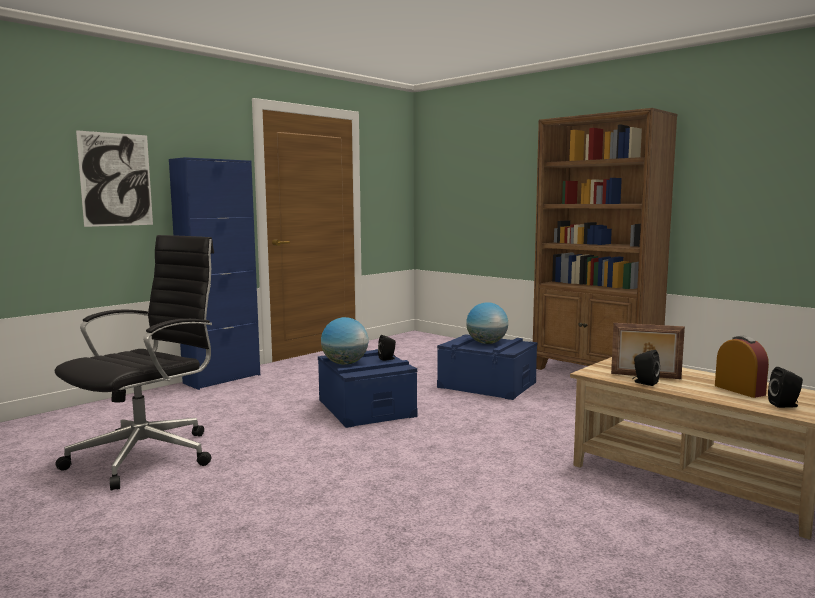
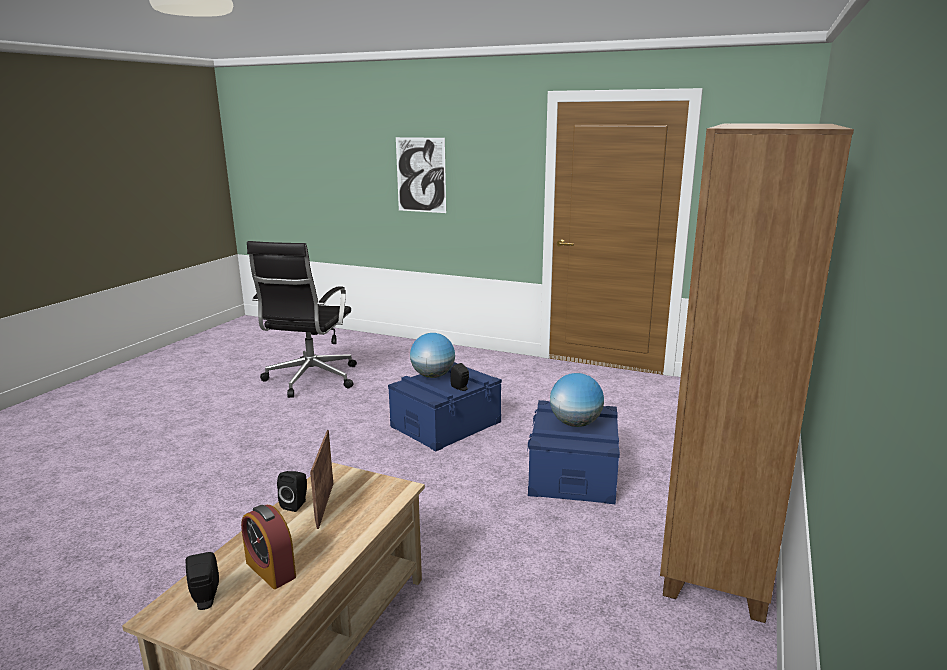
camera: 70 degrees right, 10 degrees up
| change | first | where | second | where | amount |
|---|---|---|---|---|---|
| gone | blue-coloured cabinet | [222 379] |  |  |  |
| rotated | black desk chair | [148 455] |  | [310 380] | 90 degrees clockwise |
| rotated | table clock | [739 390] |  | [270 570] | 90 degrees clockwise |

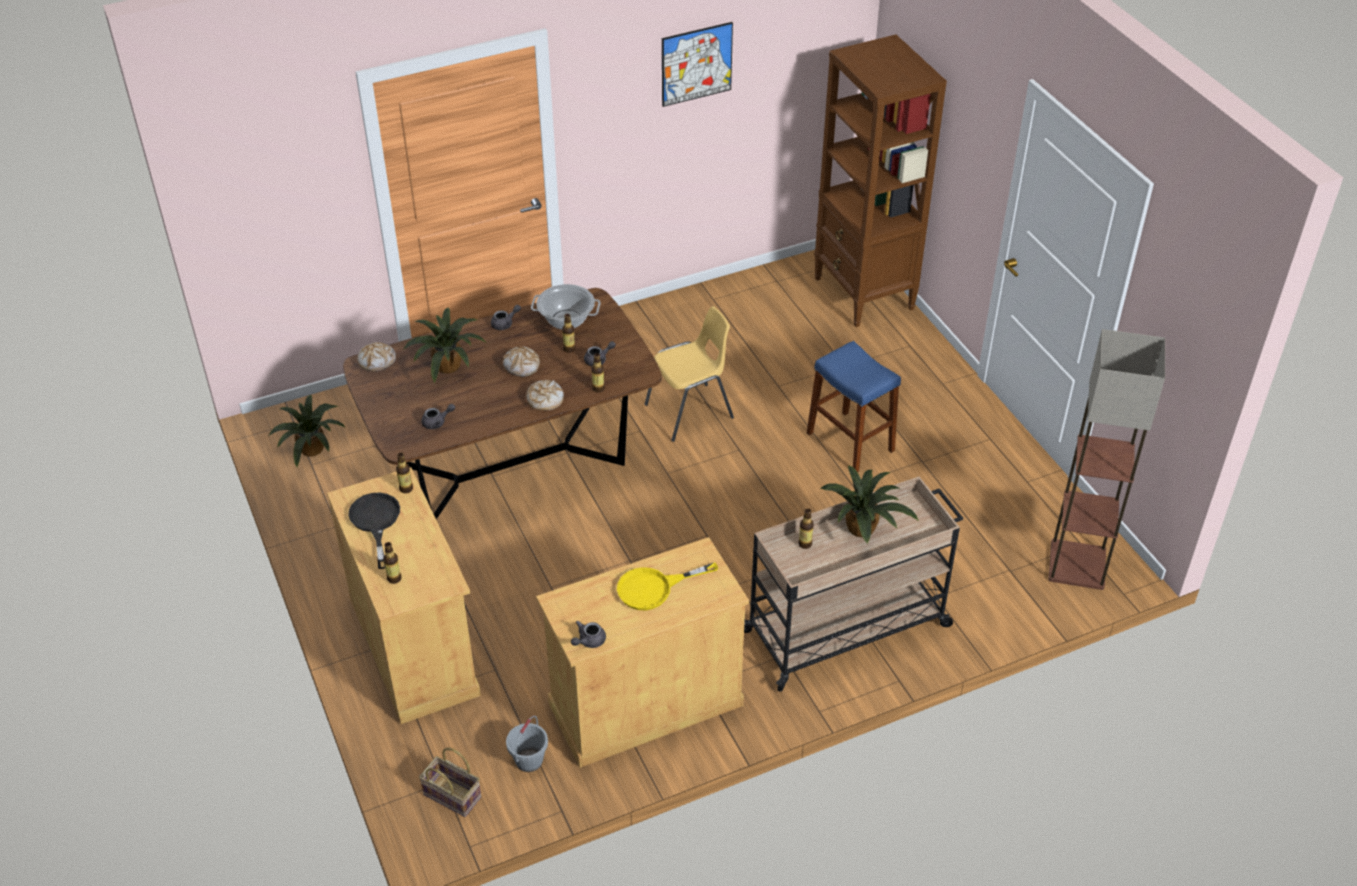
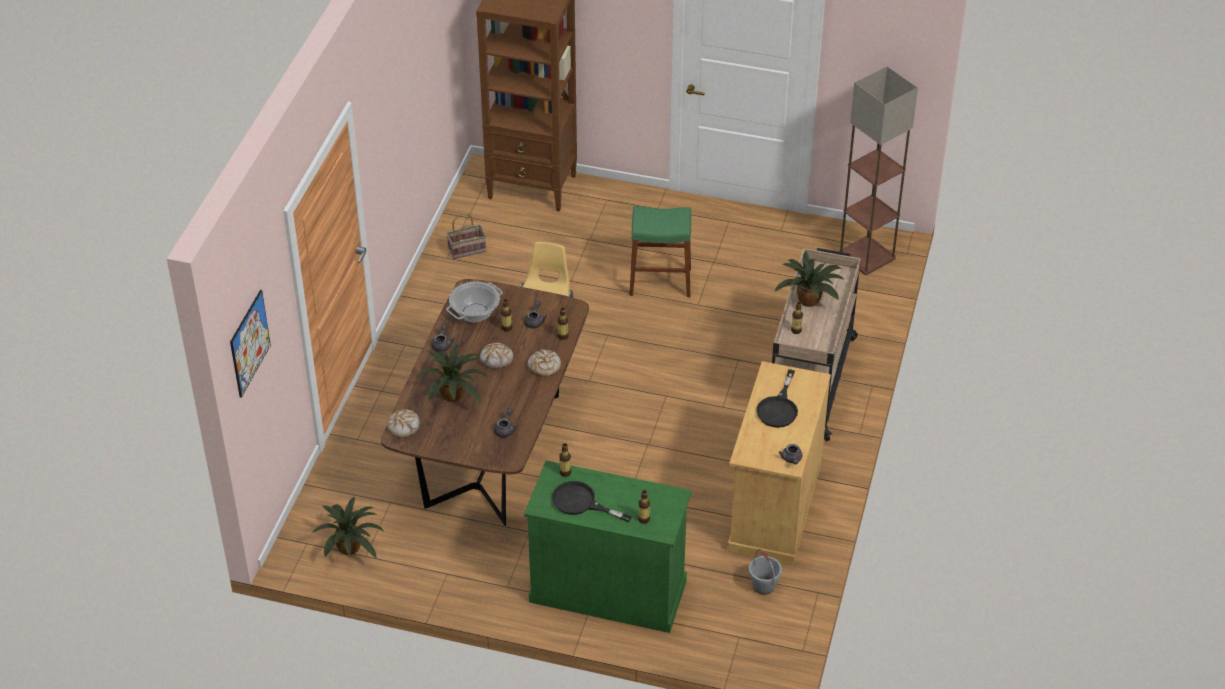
camera: 50 degrees left, 0 degrees up
| change | first | where | second | where | amount |
|---|---|---|---|---|---|
| shifted | wall picture | [696 64] |  | [249 343] |  |
| repainted | blue-coloured stool seat | [850 442] | greenish stool seat | [660 281] |  |
| repainted | beige-coloured cabinet | [414 646] | greenish cabinet | [608 591] |  |
| repainted | yellow pan | [654 588] | black pan | [779 408] |  |
| shifted | basket | [454 795] |  | [467 249] |  |

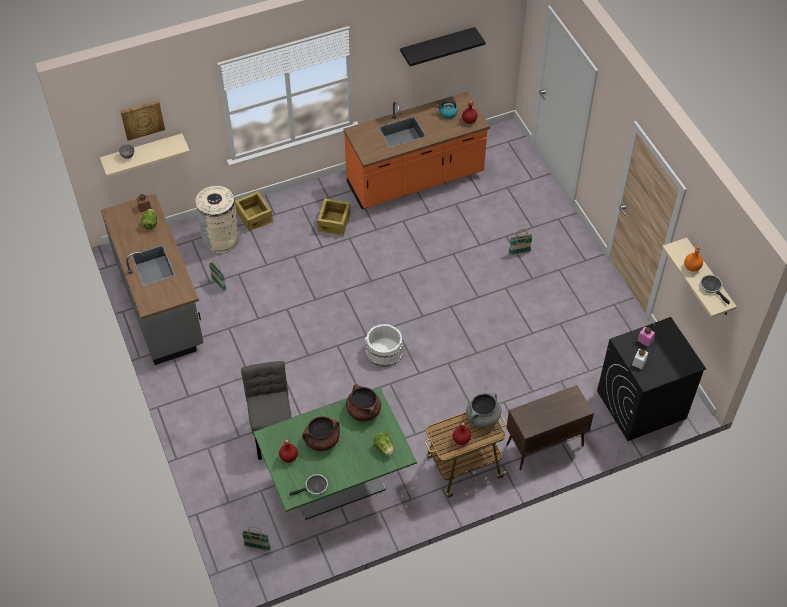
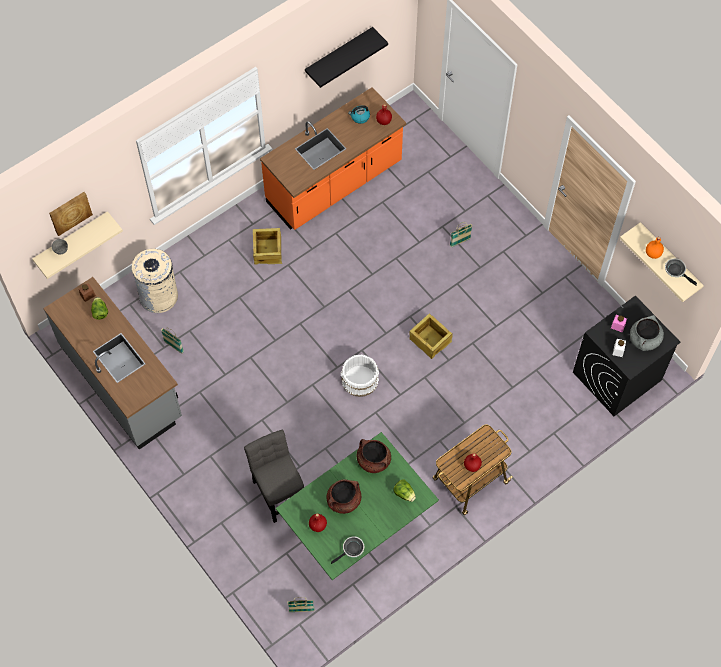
camera: 15 degrees left, 10 degrees up
| change | first | where | second | where | amount |
|---|---|---|---|---|---|
| shifted | shipping crate | [254 216] |  | [430 339] |  |
| gone | brown-coloured cabinet | [544 446] |  |  |  |
| shifted | gray cooking pot | [482 418] |  | [644 339] |  |

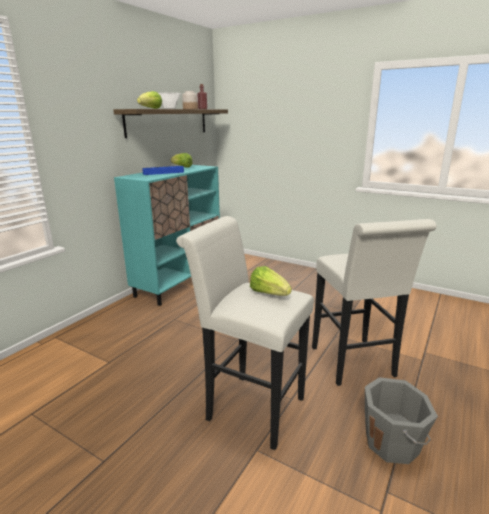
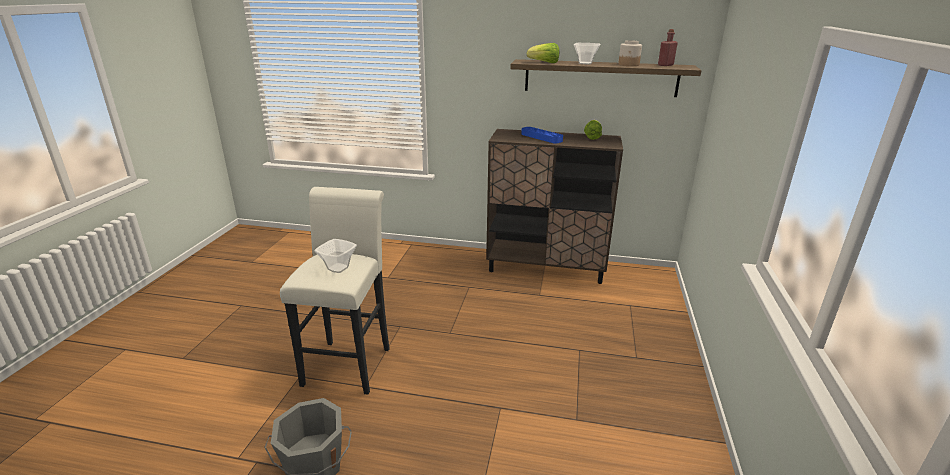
camera: 70 degrees right, 5 degrees up
| change | first | where | second | where | amount |
|---|---|---|---|---|---|
| repainted | turquoise-coloured cabinet | [179 283] | brown-coloured cabinet | [546 268] |  |
| gone | whitish stool seat | [355 365] |  |  |  |
| swapped | lettuce | [269 293] | serving bowl | [339 268] |  |

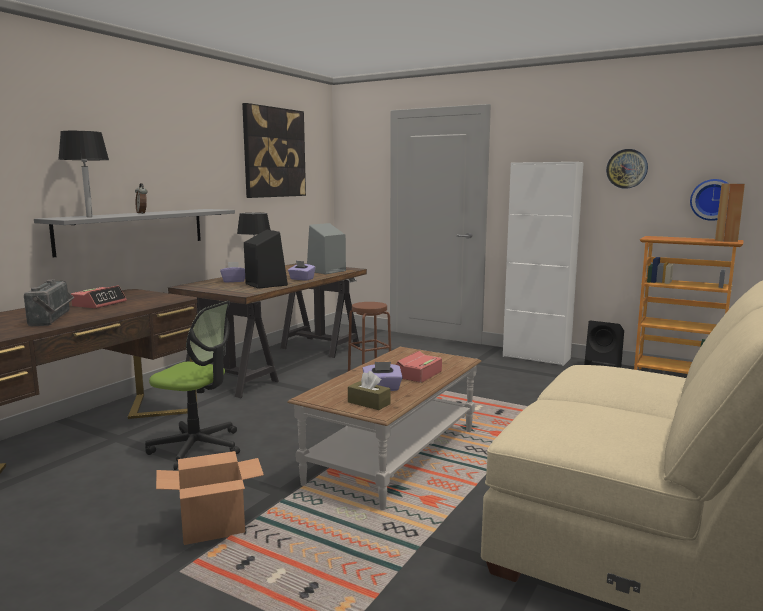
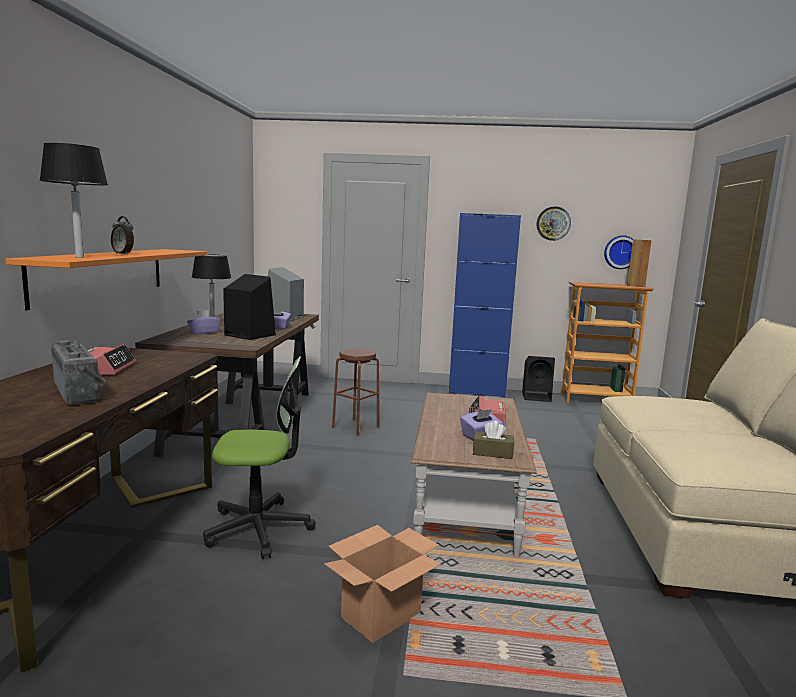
camera: 25 degrees left, 0 degrees up
| change | first | where | second | where | amount |
|---|---|---|---|---|---|
| gone | wall picture | [274 152] |  |  |  |
| repainted | whitish cabinet | [536 357] | blue-coloured cabinet | [476 392] |  |
| repainted | gray bracket shelf | [133 230] | orange-coloured bracket shelf | [102 274] |  |

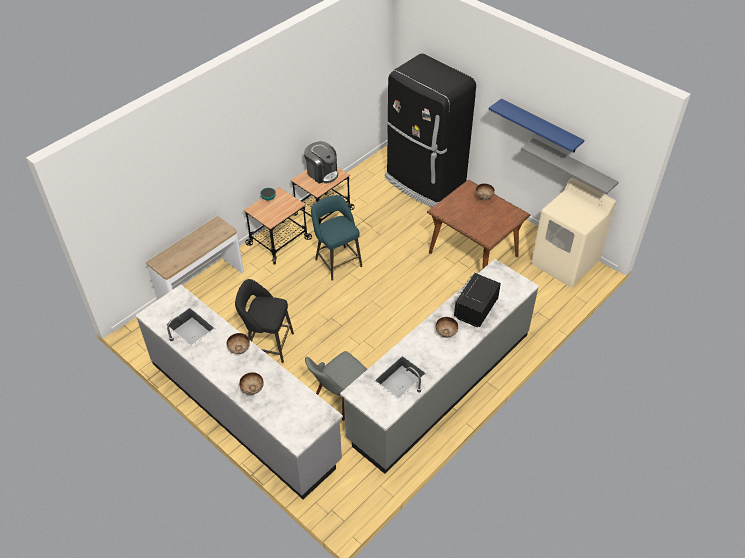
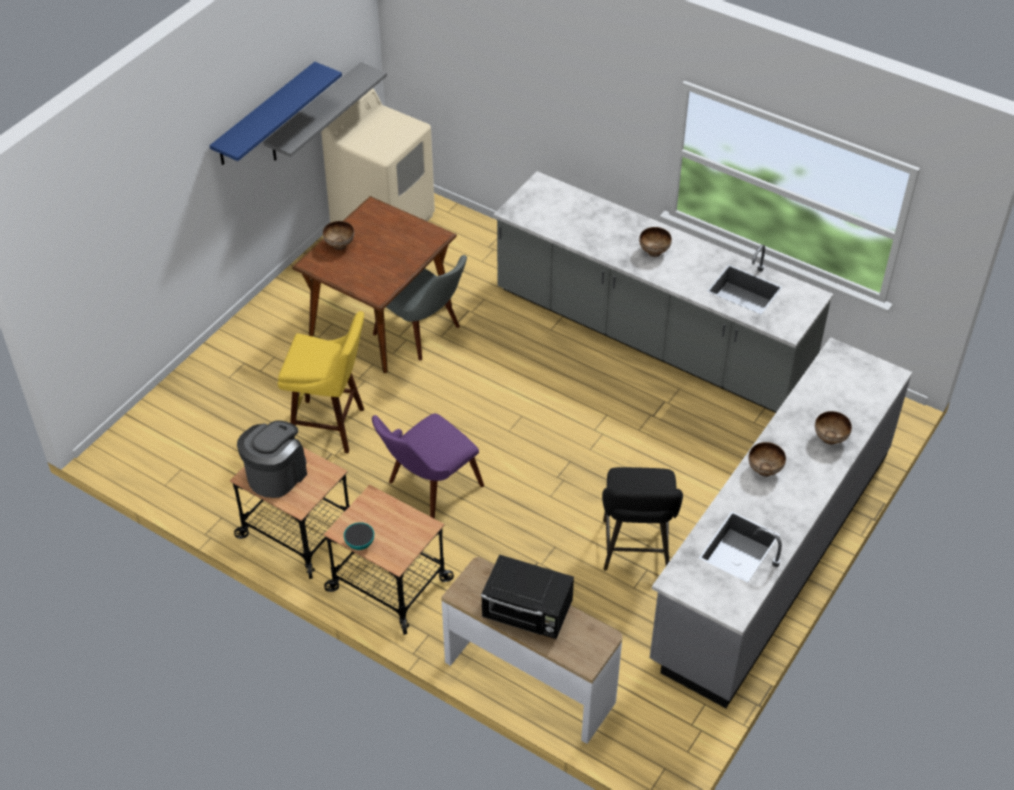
camera: 100 degrees left, 0 degrees up
| change | first | where | second | where | amount |
|---|---|---|---|---|---|
| gone | black refrigerator | [424 183] |  |  |  |
| swapped | turquoise-coloured stool seat | [337 261] | purple-coloured chair | [426 489] |  |
| shifted | black microwave | [475 310] |  | [528 613] |  |
| shifted | gray chair | [340 399] |  | [425 334] |  |
| new |  |  | yellow stool seat | [331 427] |  |

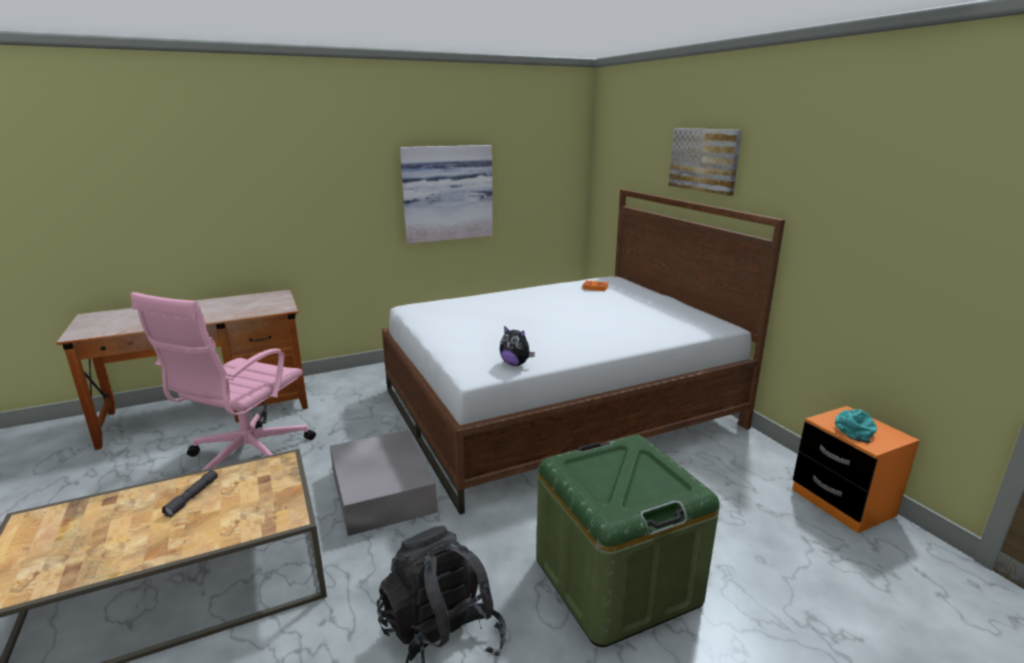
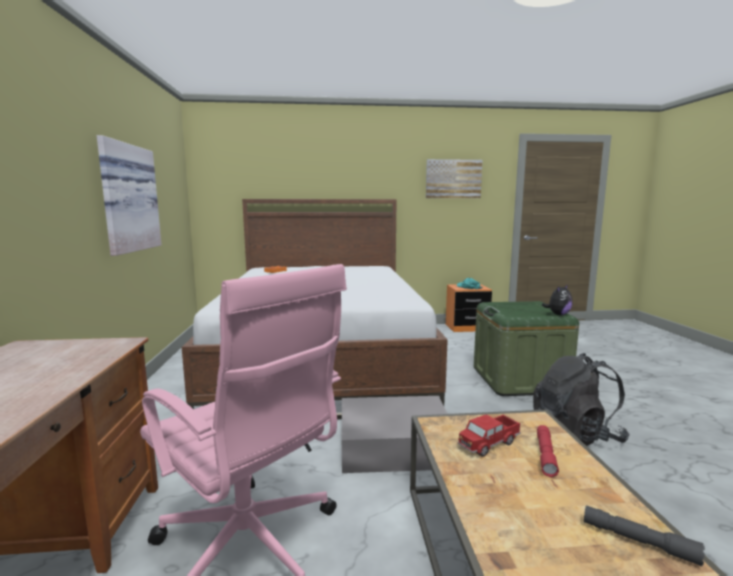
camera: 70 degrees left, 10 degrees down
| change | first | where | second | where | amount |
|---|---|---|---|---|---|
| shifted | wall picture | [704 160] |  | [453 179] |  |
| shifted | soft toy | [515 364] |  | [558 314] |  |
| shifted | gray flashlight | [192 497] |  | [638 541] |  |
| new |  |  | toy truck | [488 443] |  |
| new |  |  | red flashlight | [545 455] |  |

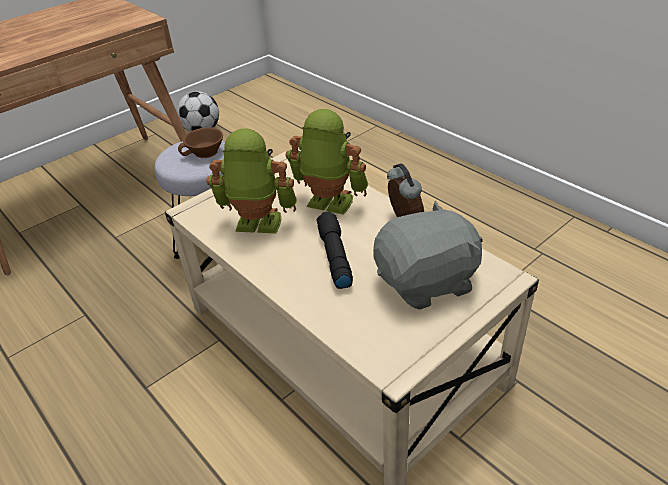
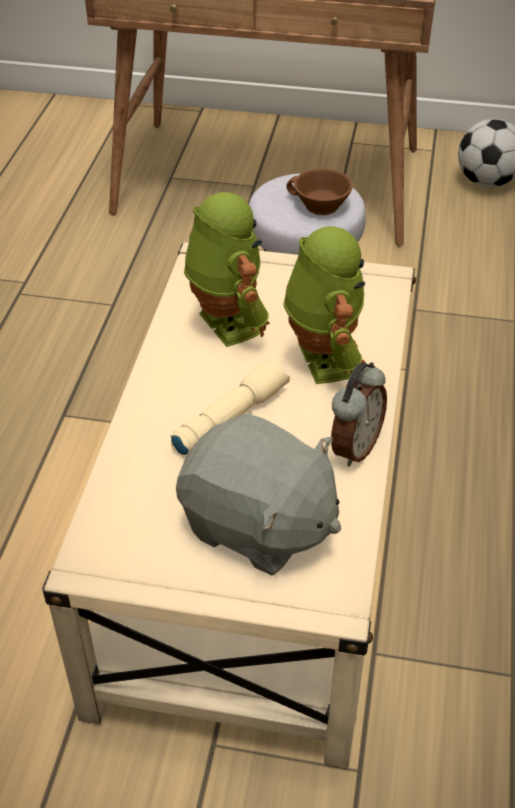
camera: 50 degrees right, 5 degrees up
| change | first | where | second | where | amount |
|---|---|---|---|---|---|
| repainted | black flashlight | [334 256] | beige-coloured flashlight | [230 417] |  |

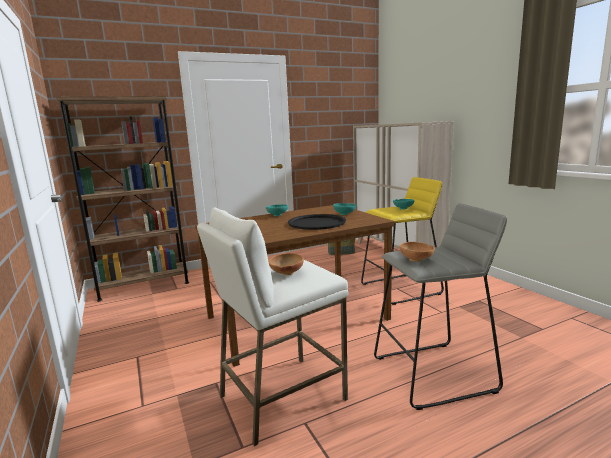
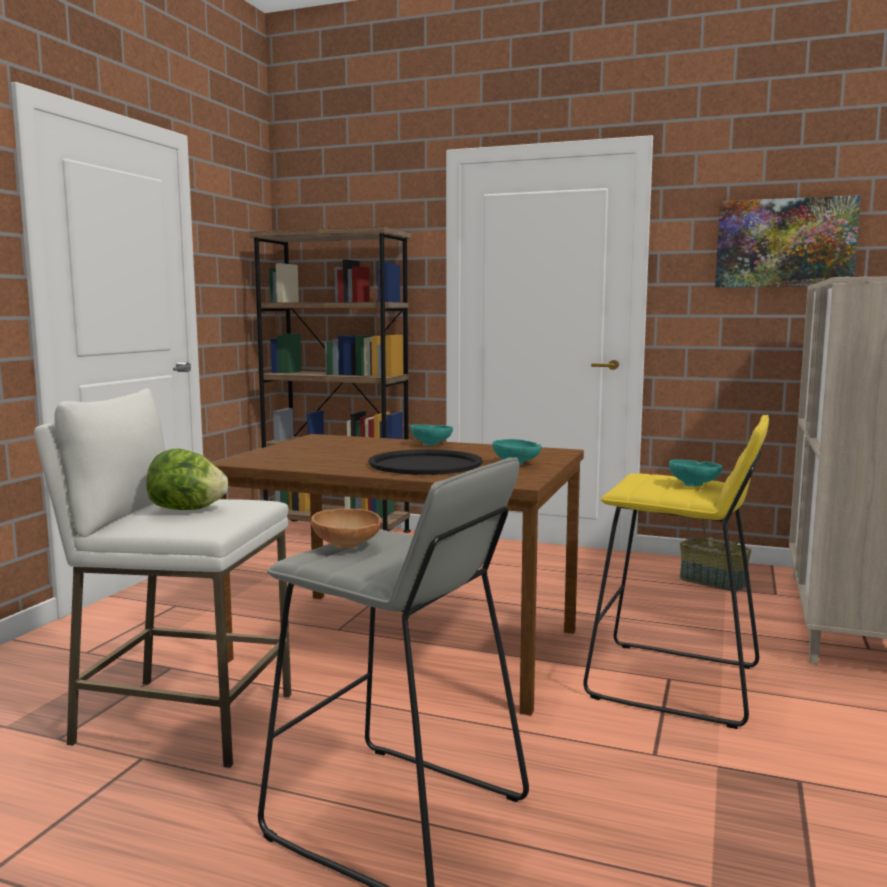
camera: 45 degrees right, 5 degrees down
| change | first | where | second | where | amount |
|---|---|---|---|---|---|
| swapped | brown-coloured serving bowl | [286 273] | lettuce | [187 510] |  |
| new |  |  | wall picture | [785 243] |  |

